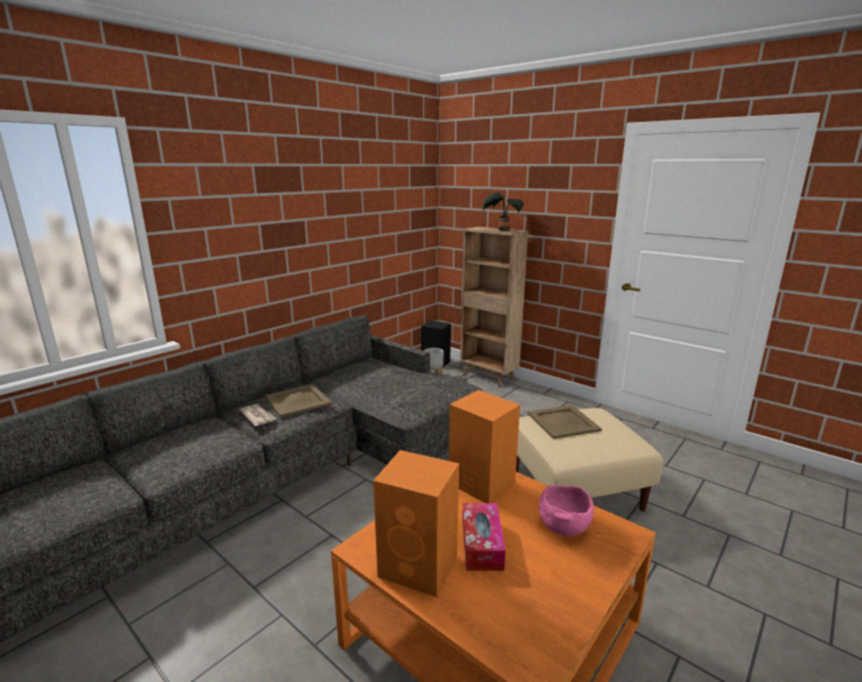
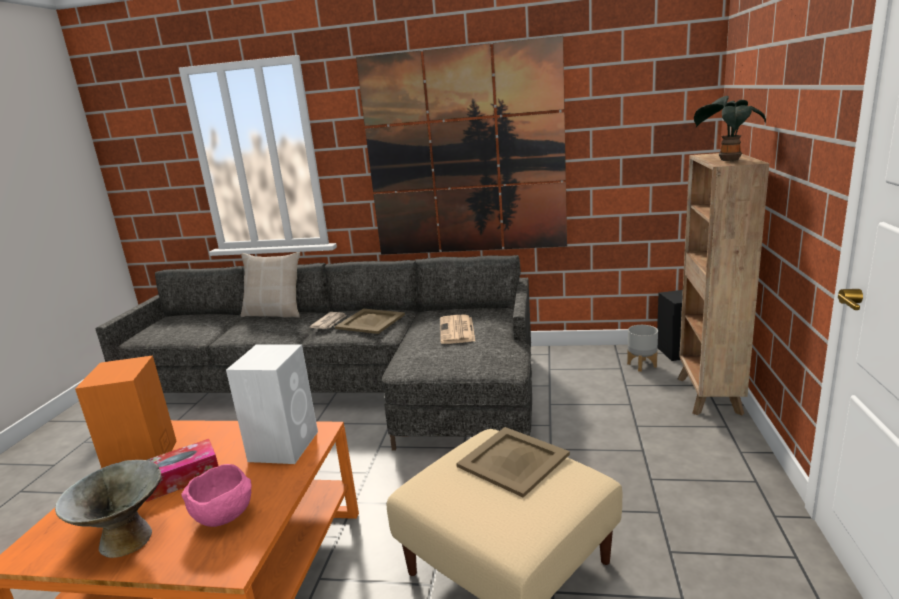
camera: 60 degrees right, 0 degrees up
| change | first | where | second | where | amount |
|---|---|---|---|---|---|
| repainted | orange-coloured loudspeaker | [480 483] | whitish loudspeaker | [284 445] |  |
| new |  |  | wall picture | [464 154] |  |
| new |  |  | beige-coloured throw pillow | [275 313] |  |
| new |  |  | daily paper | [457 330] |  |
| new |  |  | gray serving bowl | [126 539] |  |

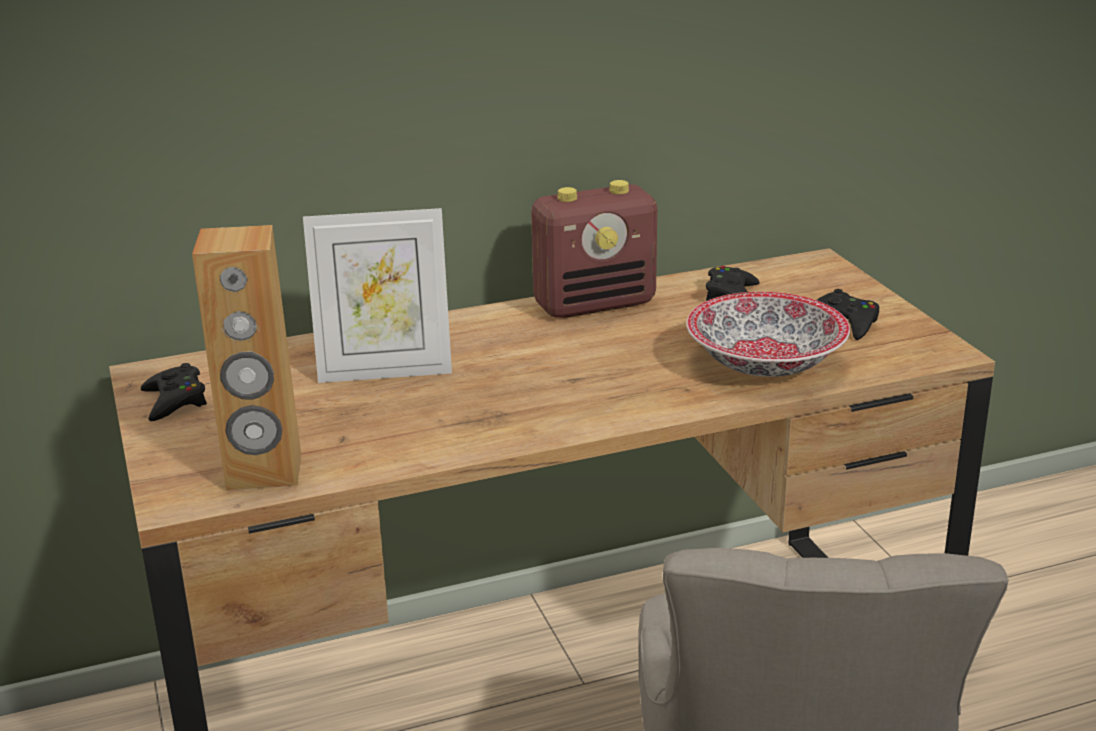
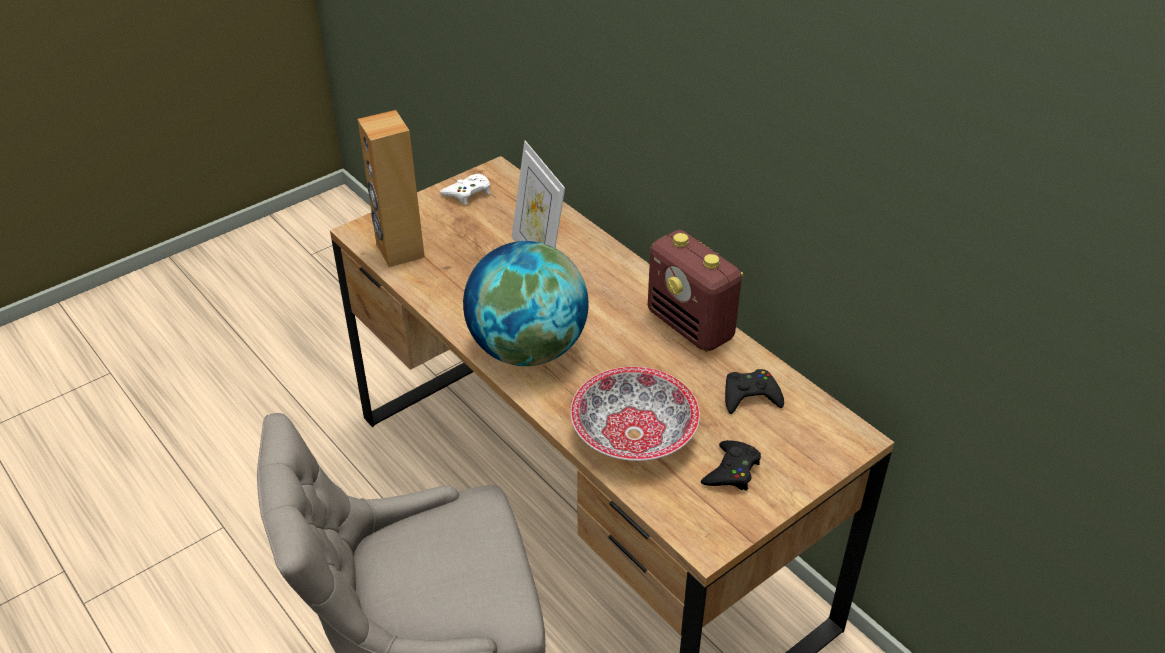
camera: 70 degrees right, 15 degrees up
| change | first | where | second | where | amount |
|---|---|---|---|---|---|
| repainted | black gamepad | [175 400] | whitish gamepad | [468 192] |  |
| new |  |  | globe | [528 349] |  |

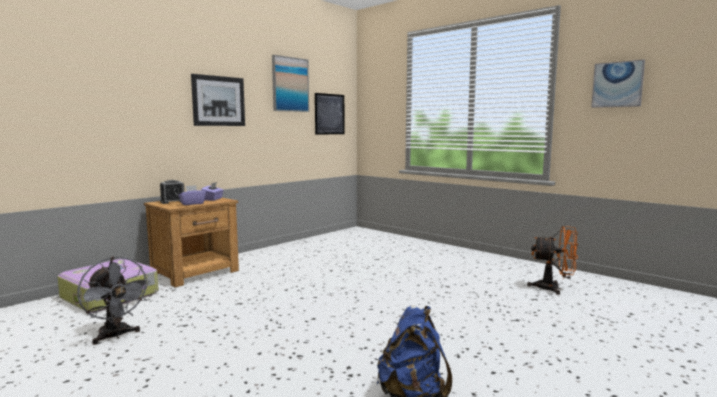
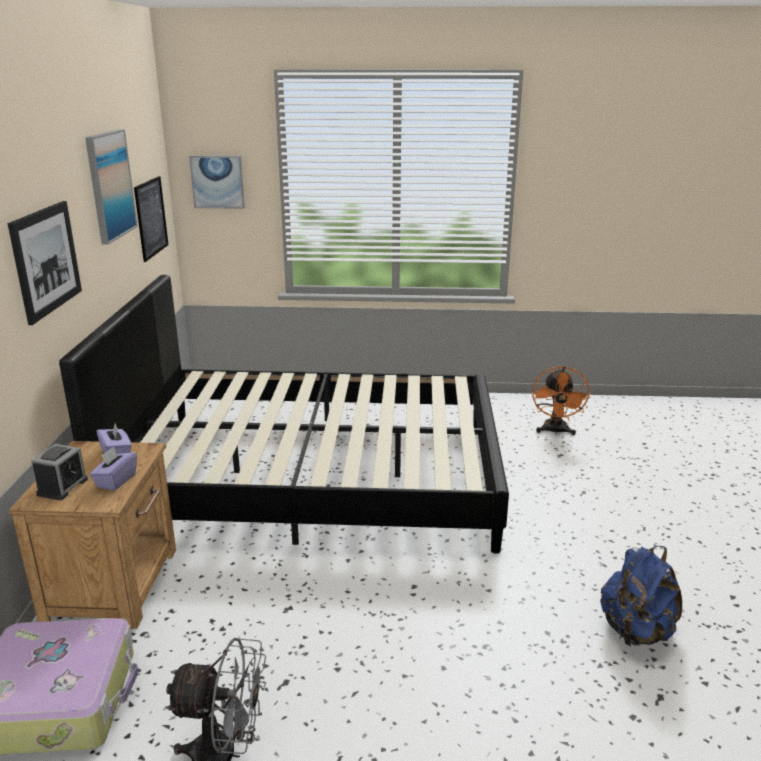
camera: 40 degrees left, 15 degrees up
| change | first | where | second | where | amount |
|---|---|---|---|---|---|
| shifted | wall picture | [617 84] |  | [217 182] |  |
| rotated | orange-coloured cooling fan | [554 288] |  | [555 431] | 120 degrees clockwise |
| new |  |  | black bedroom bed | [313 475] |  |

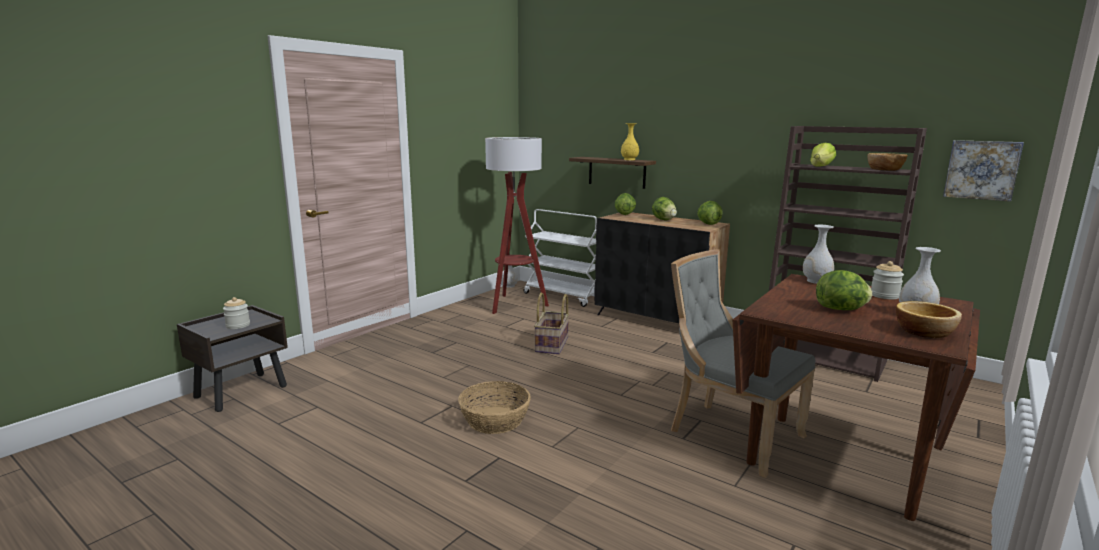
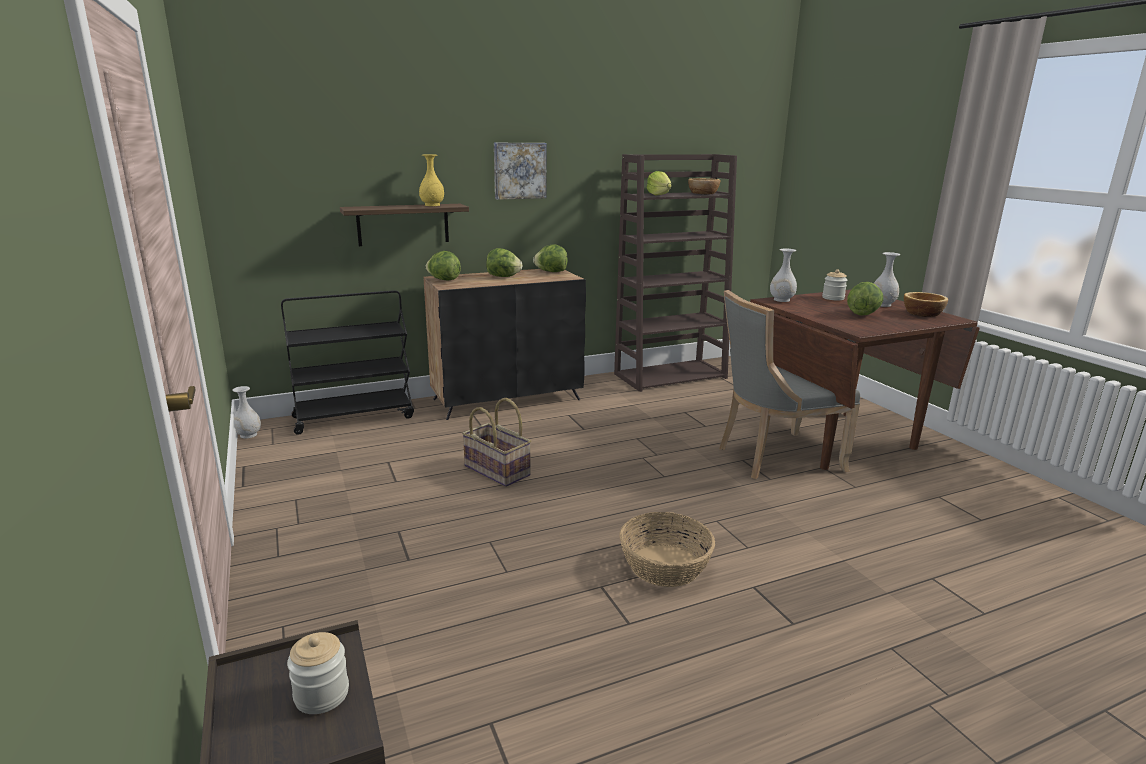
camera: 60 degrees left, 5 degrees up
| change | first | where | second | where | amount |
|---|---|---|---|---|---|
| gone | standing lamp | [515 304] |  |  |  |
| shifted | wall picture | [981 170] |  | [519 170] |  |
| repainted | whitish cart | [563 296] | black cart | [354 417] |  |

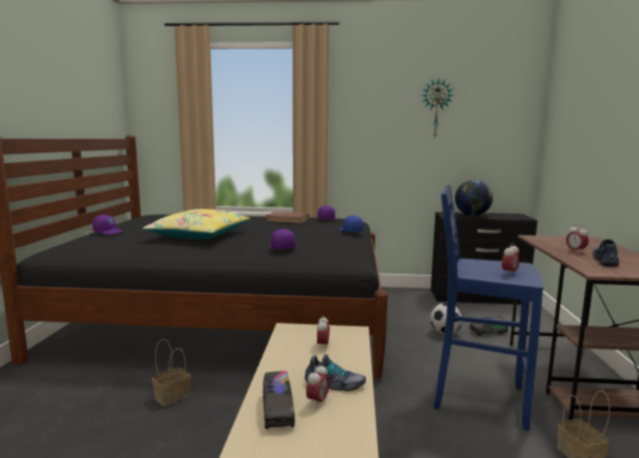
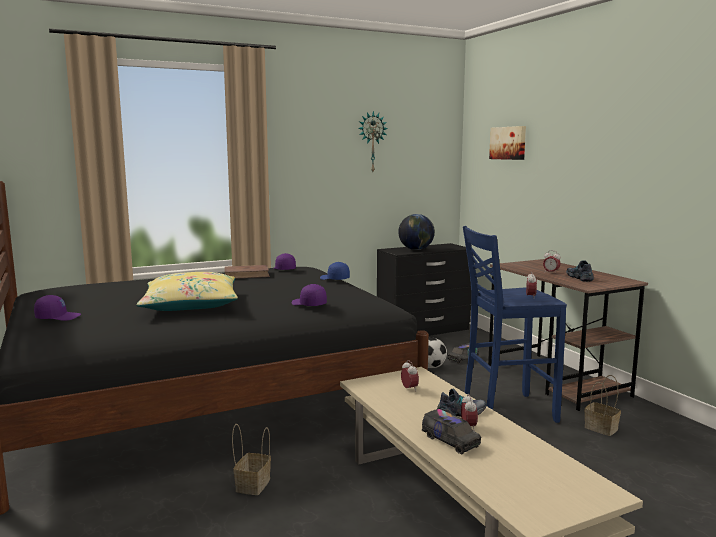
camera: 30 degrees left, 0 degrees up
| change | first | where | second | where | amount |
|---|---|---|---|---|---|
| new |  |  | wall picture | [508 143] |  |

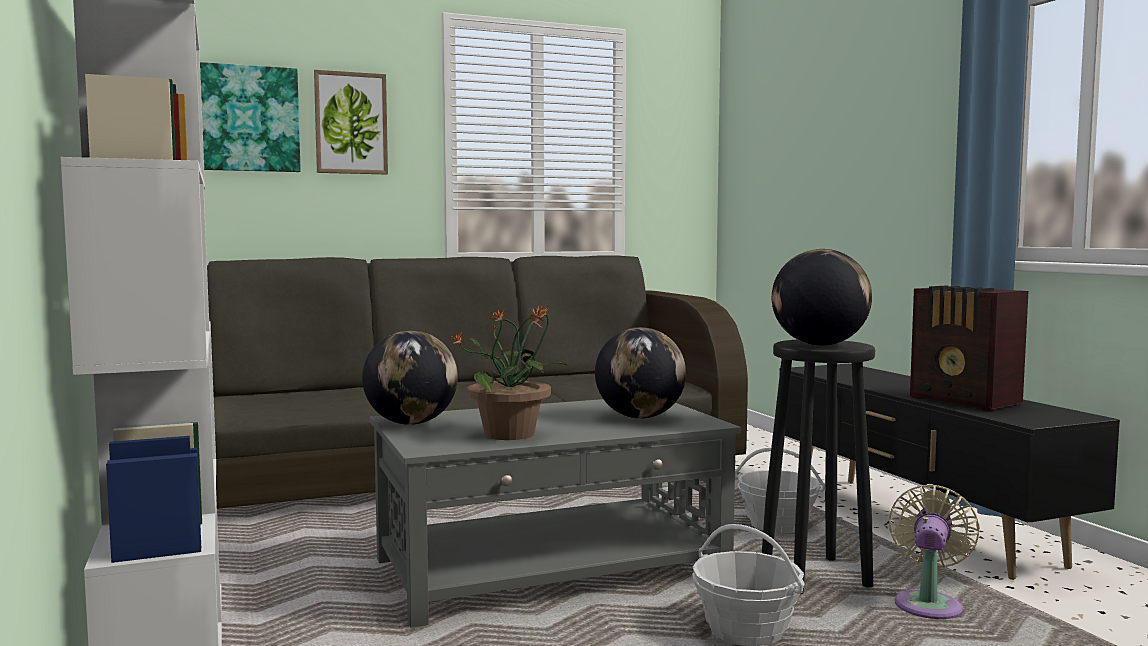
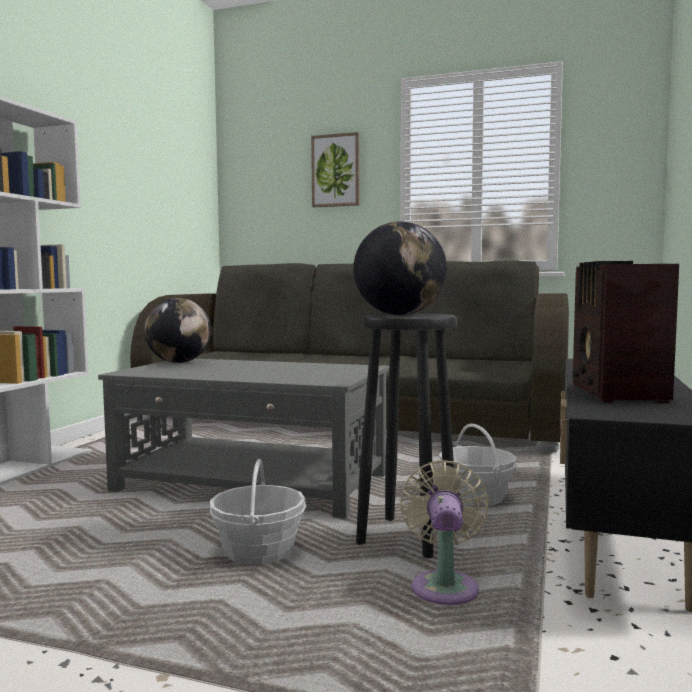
camera: 40 degrees right, 0 degrees up
| change | first | where | second | where | amount |
|---|---|---|---|---|---|
| gone | wall picture | [244 118] |  |  |  |
| gone | houseplant | [511 434] |  |  |  |
| gone | globe | [640 417] |  |  |  |
| rotated | beige-coloured cooling fan | [929 604] |  | [444 585] | 60 degrees counterclockwise |

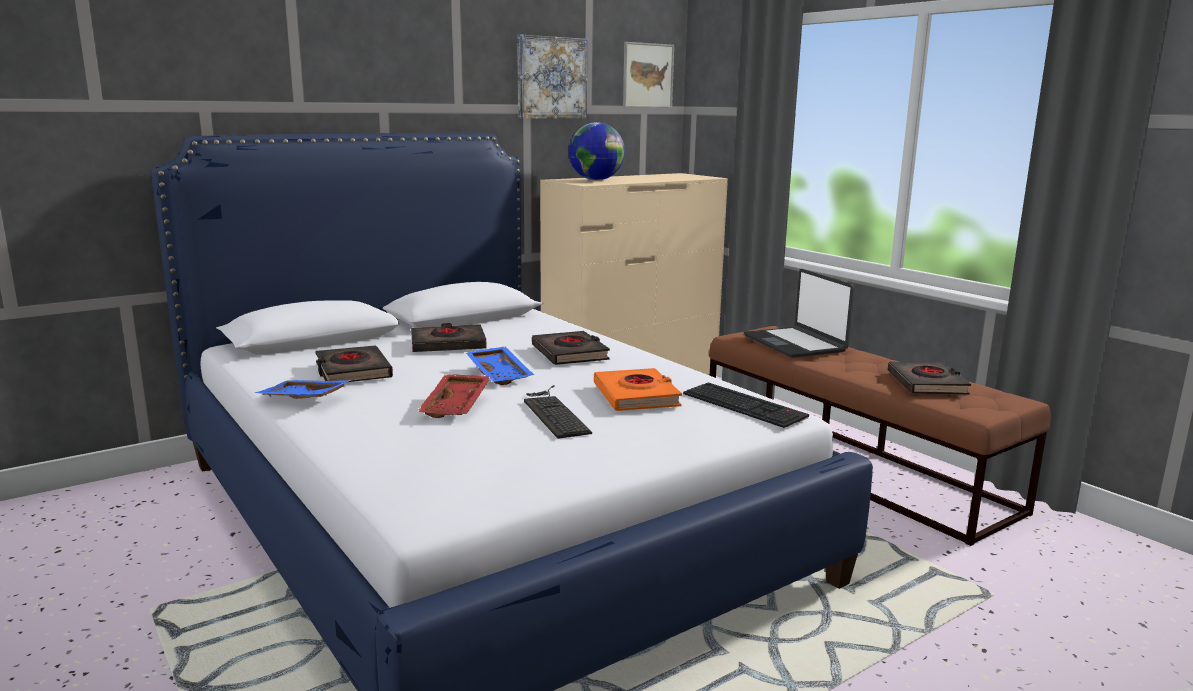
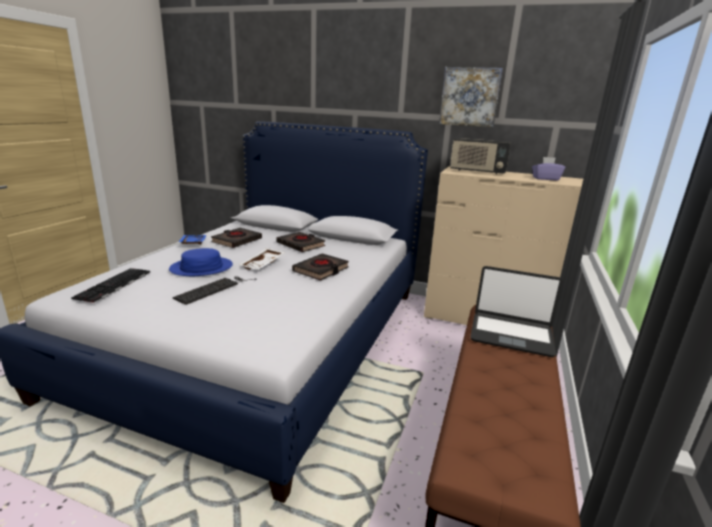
camera: 55 degrees right, 5 degrees up
| change | first | where | second | where | amount |
|---|---|---|---|---|---|
| gone | wall picture | [647 75] |  |  |  |
| swapped | globe | [596 180] | radio set | [477 171] |  |
| rotated | notebook computer | [795 344] |  | [511 335] | 105 degrees counterclockwise |
| repainted | blue-coloured carrying tray | [500 374] | whitish carrying tray | [263 264] |  |
| gone | black book | [927 384] |  |  |  |
| gone | orange-coloured book | [636 396] |  |  |  |
| swapped | red carrying tray | [457 406] | blue-coloured hat | [201 268] |  |
| shifted | PC keyboard | [746 405] |  | [114 285] |  |
| new |  |  | purple-coloured box of tissues | [545 179] |  |

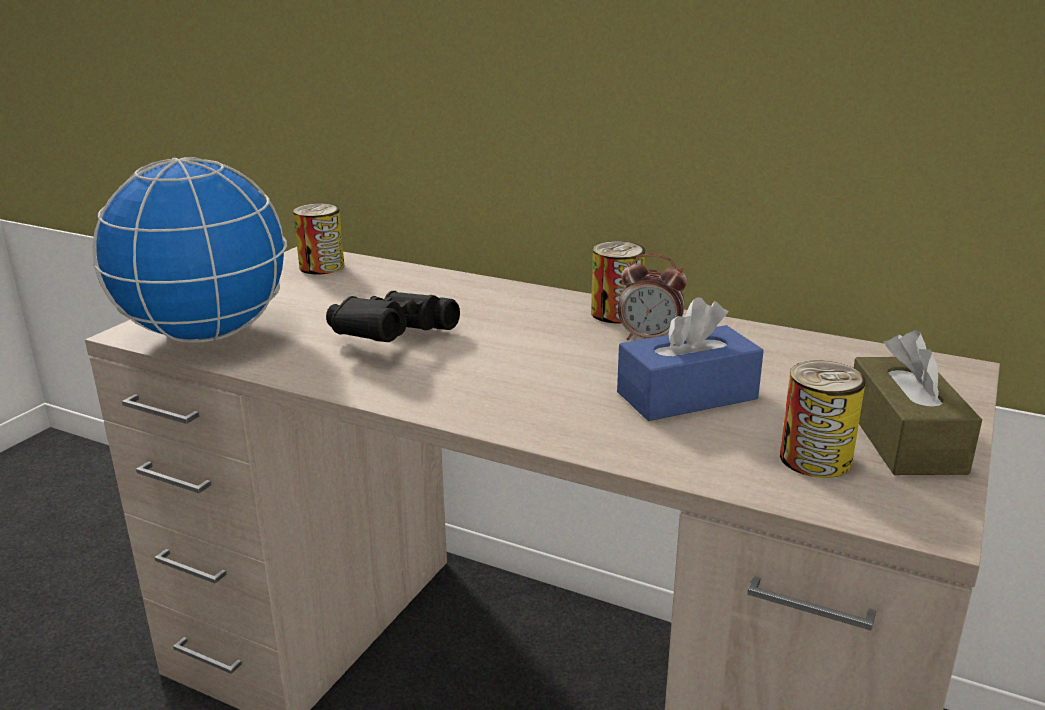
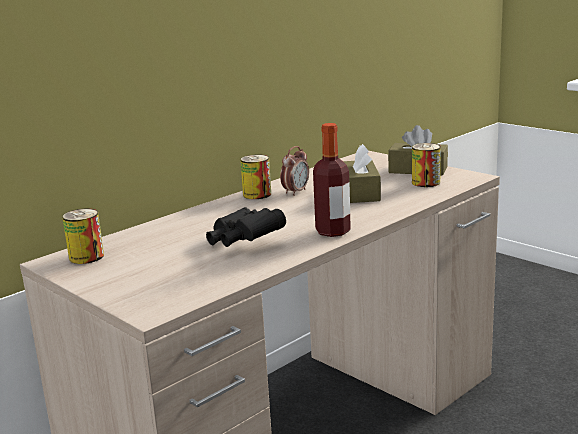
camera: 70 degrees left, 5 degrees down
| change | first | where | second | where | amount |
|---|---|---|---|---|---|
| gone | globe | [206 334] |  |  |  |
| repainted | blue-coloured box of tissues | [687 396] | brown-coloured box of tissues | [361 193] |  |
| new |  |  | beverage bottle | [333 231] |  |

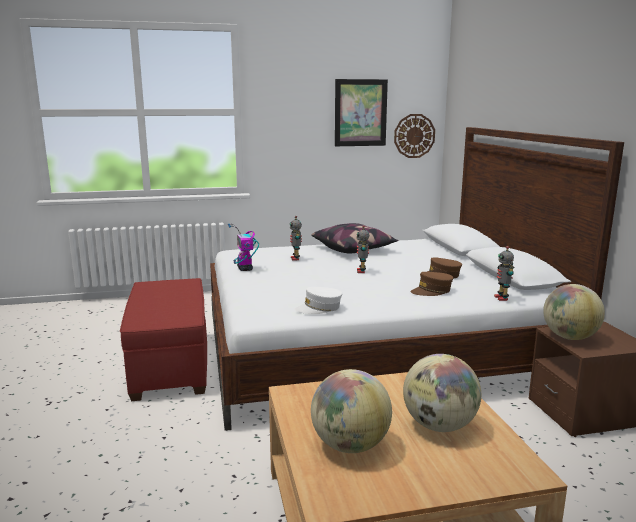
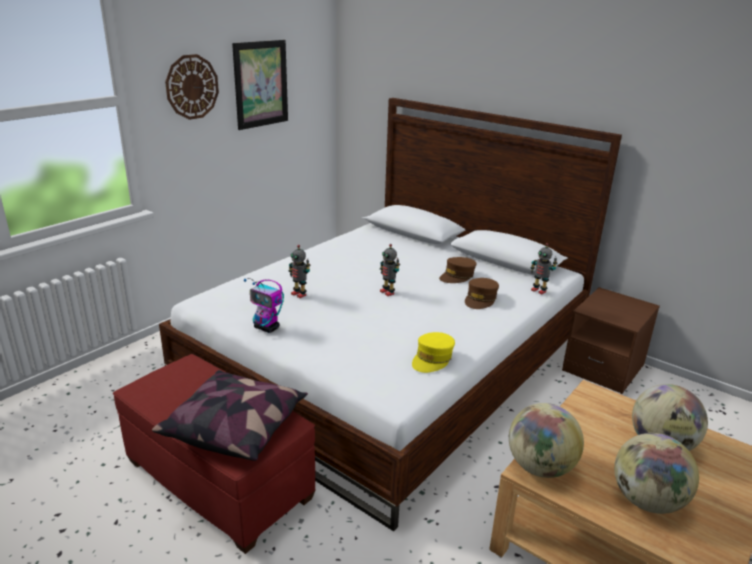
camera: 40 degrees left, 10 degrees up
| change | first | where | second | where | amount |
|---|---|---|---|---|---|
| shifted | clock on the wall | [414 136] |  | [192 87] |  |
| shifted | throw pillow | [354 249] |  | [235 427] |  |
| shifted | globe | [569 337] |  | [540 467] |  |
| repainted | whitish cap | [319 308] | yellow cap | [432 359] |  |

